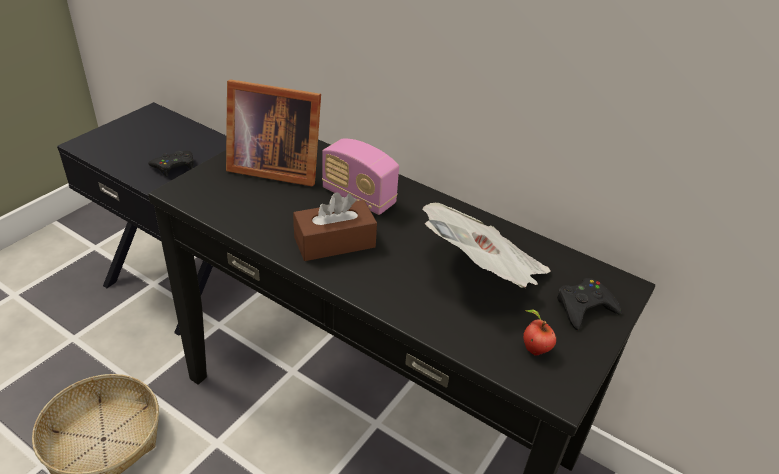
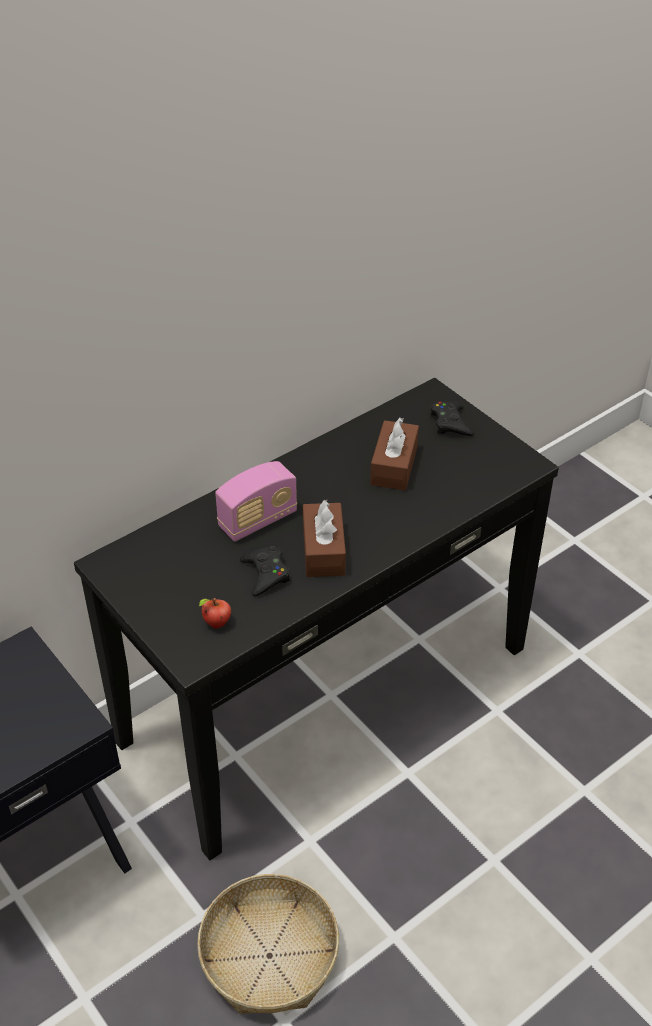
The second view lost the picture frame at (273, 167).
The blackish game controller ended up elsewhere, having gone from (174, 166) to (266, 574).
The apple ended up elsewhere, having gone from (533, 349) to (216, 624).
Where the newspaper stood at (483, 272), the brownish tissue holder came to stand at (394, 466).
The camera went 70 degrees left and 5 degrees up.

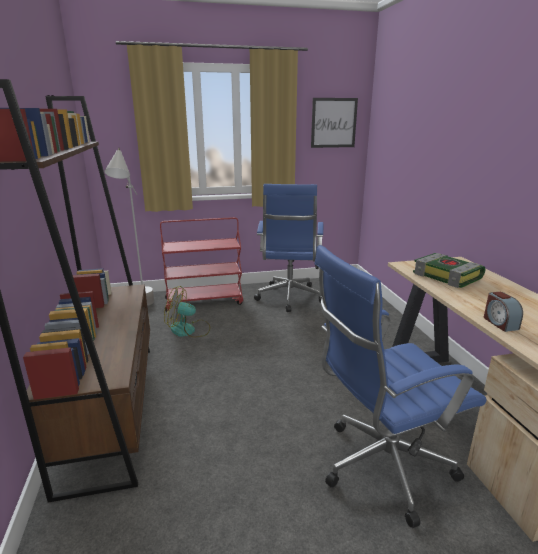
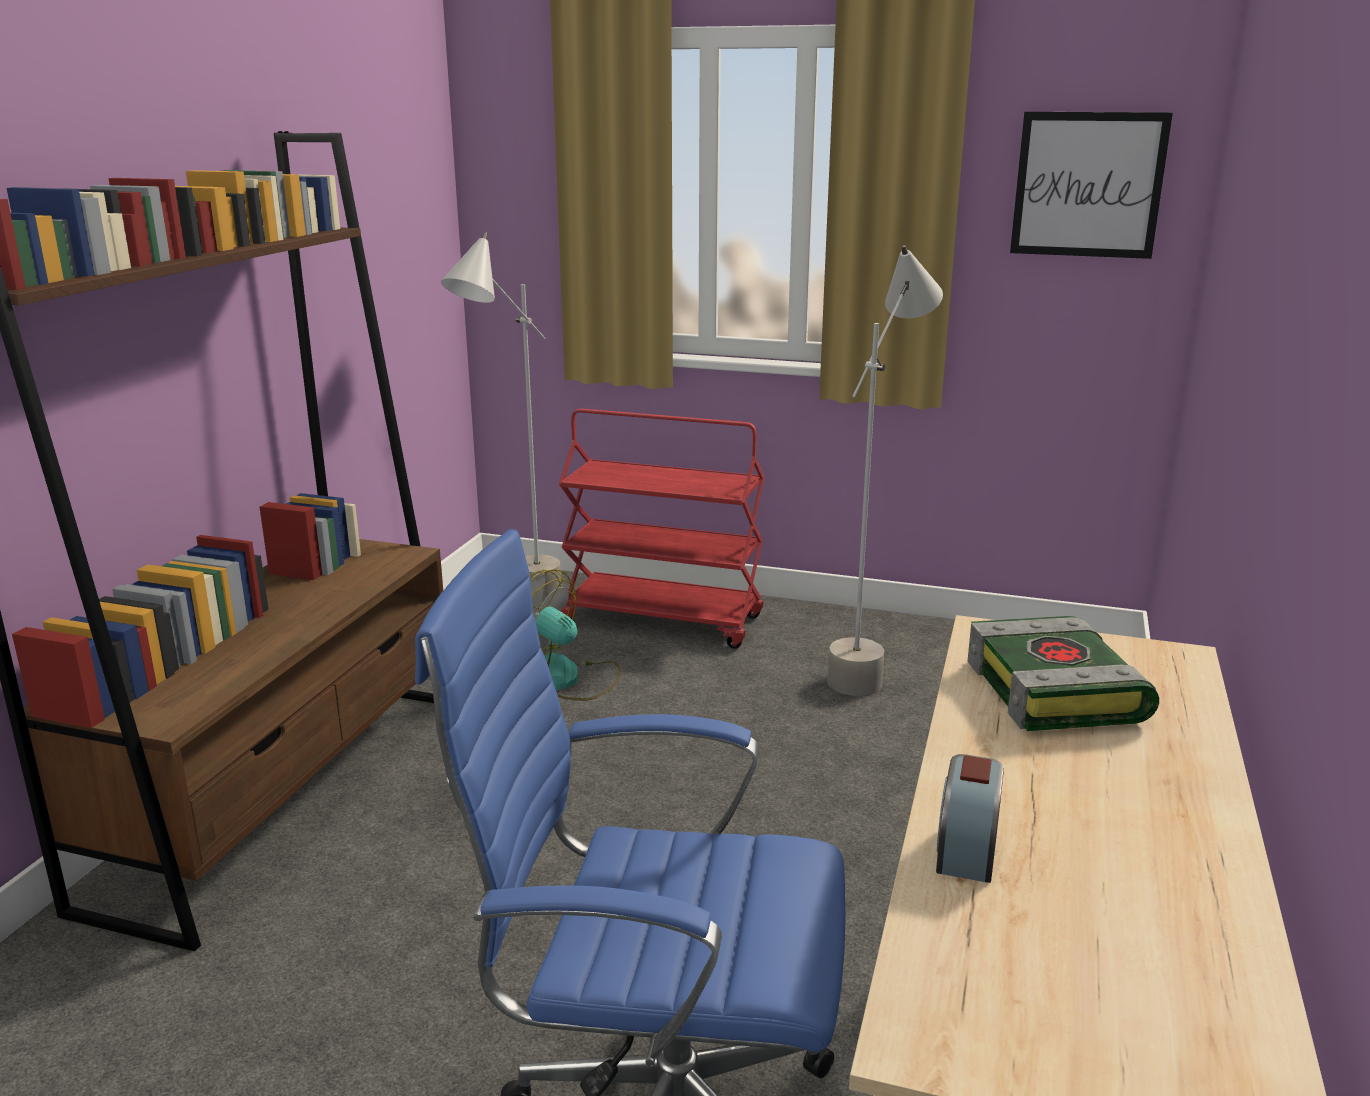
Where the bluish office chair stood at (289, 298), the grey standing lamp came to stand at (870, 664).
The camera went 30 degrees right and 0 degrees up.

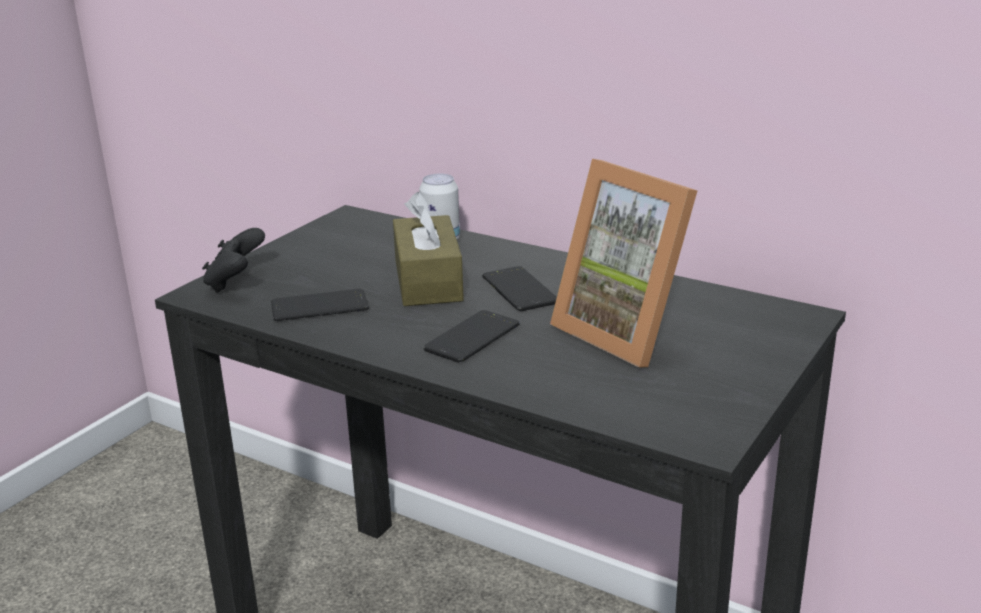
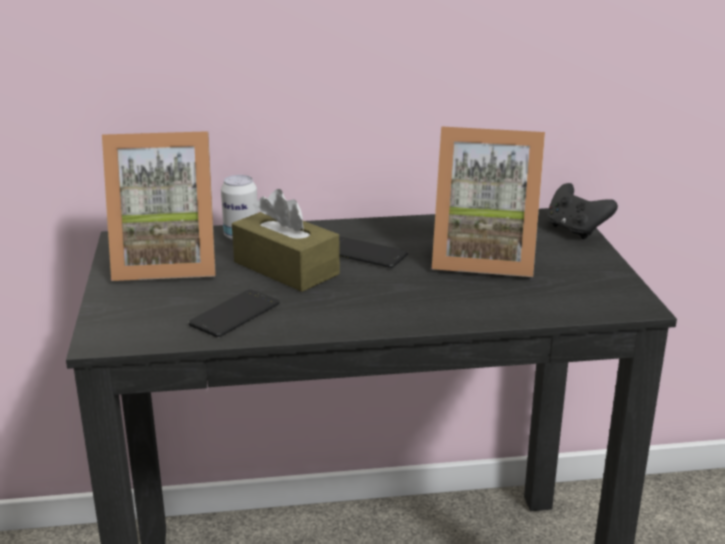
The second view lost the handset at (472, 337).
The second view gained the picture frame at (166, 263).
The blackish game controller ended up elsewhere, having gone from (235, 283) to (575, 230).
The camera went 40 degrees left and 0 degrees up.

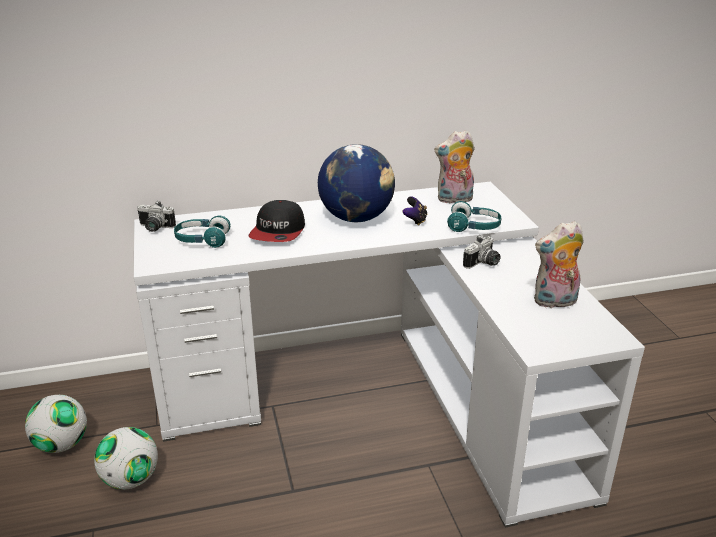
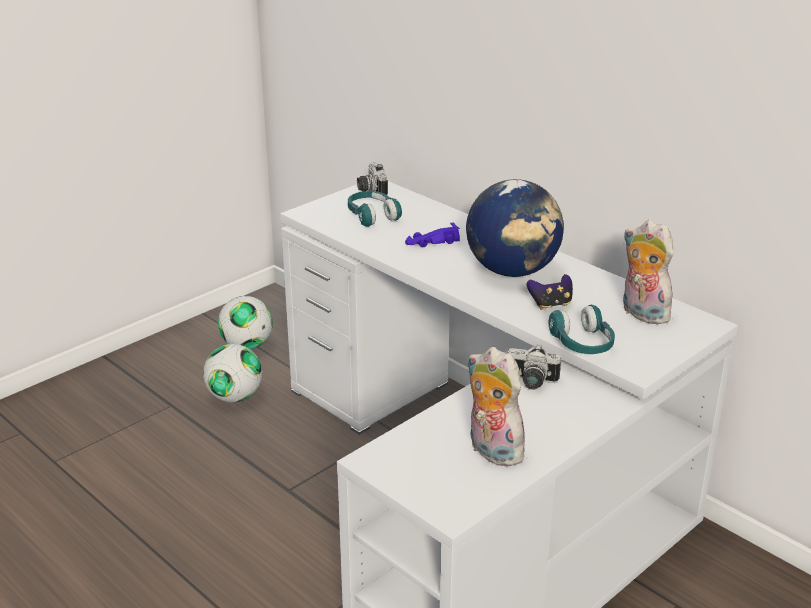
Where the baseball cap stood at (278, 232), the purple-coloured miniature car came to stand at (431, 243).
The camera went 60 degrees right and 0 degrees up.

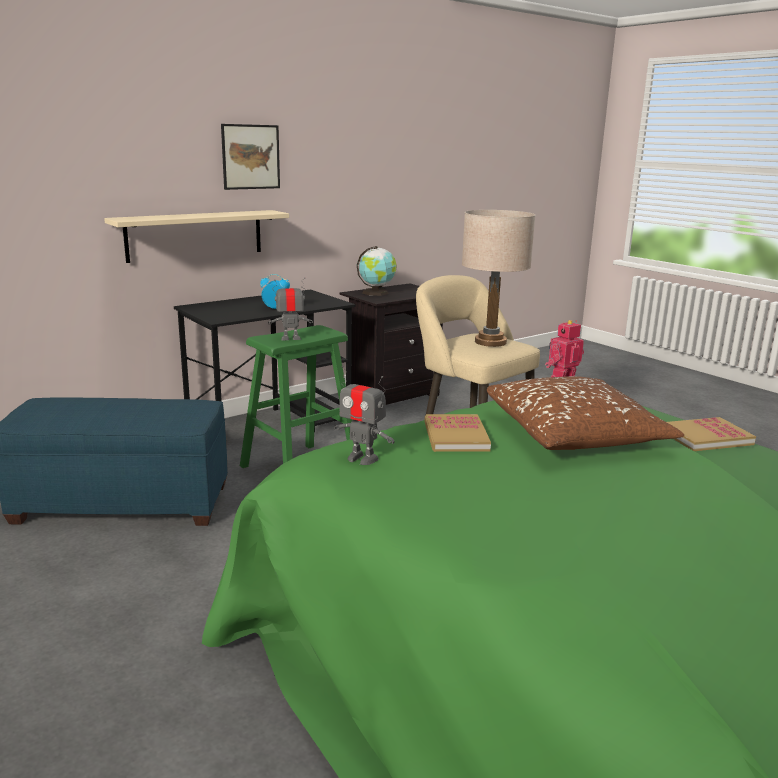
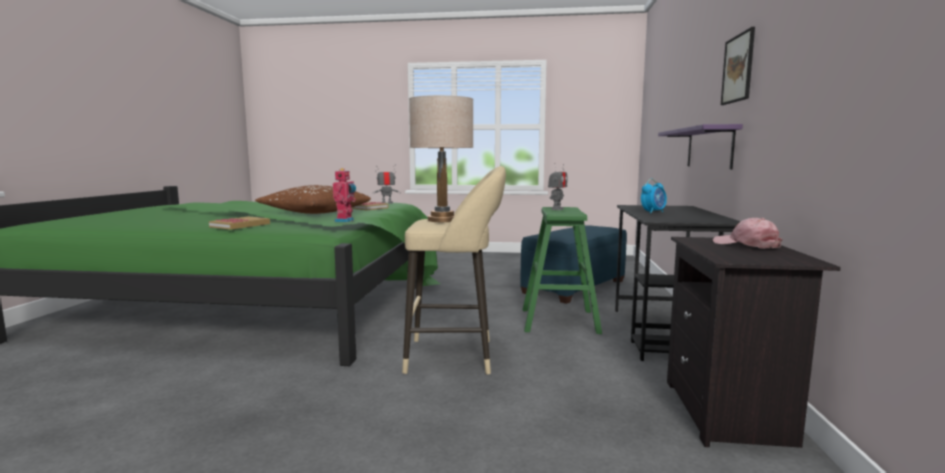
Where the world globe stood at (377, 292), the pinkish baseball cap came to stand at (746, 244).
What was the sand-coloured bracket shelf at (195, 235) turned into the purple-coloured bracket shelf at (709, 148).
The camera went 135 degrees right and 10 degrees down.

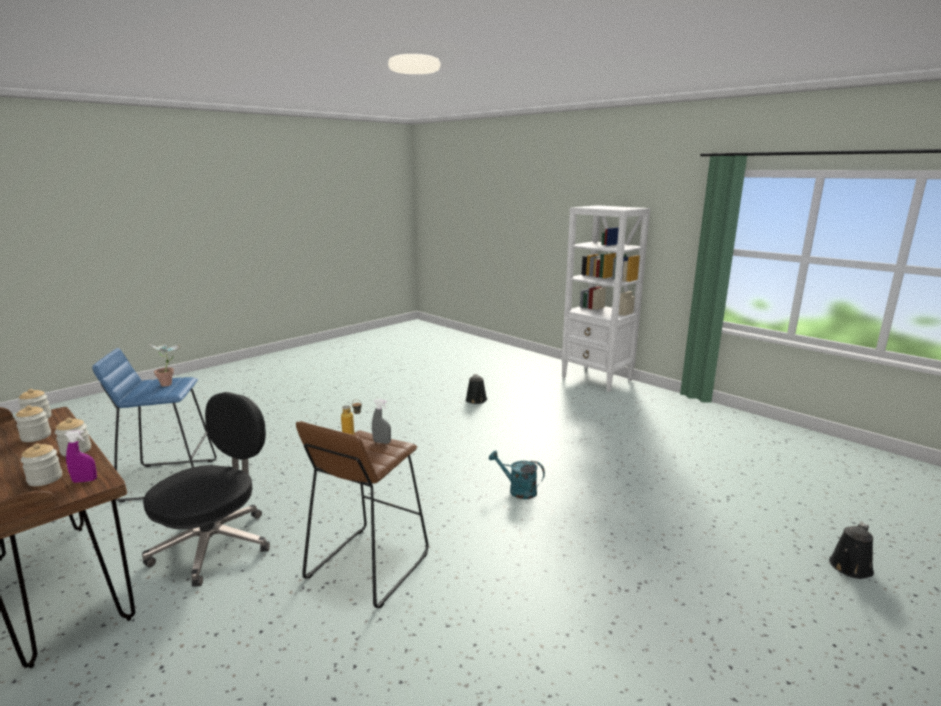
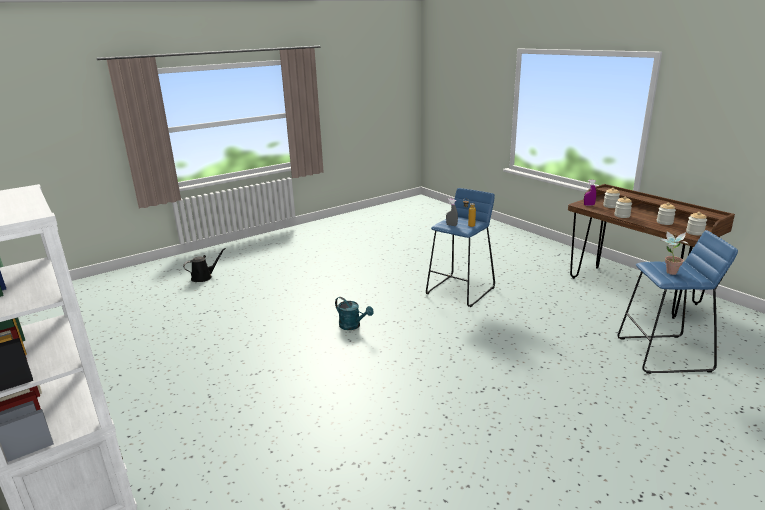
The second view lost the blackish office chair at (216, 544).
The second view lost the blackish sprinkling can at (476, 400).
What was the brownish sitting stool at (367, 566) turned into the bluish sitting stool at (461, 290).
The camera went 170 degrees left and 5 degrees up.

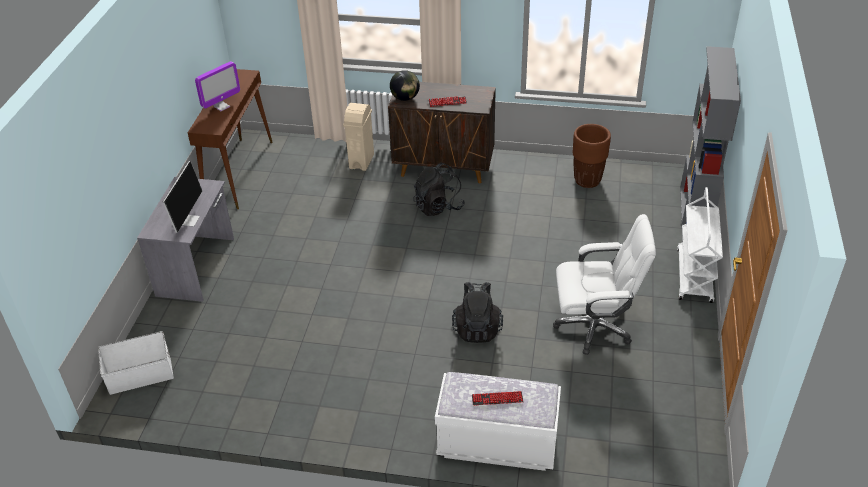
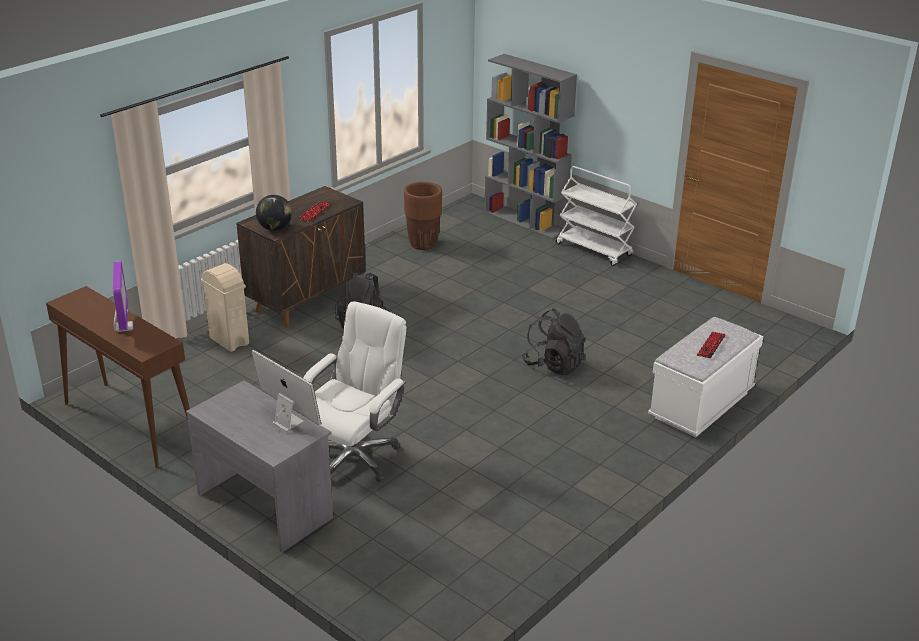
The second view lost the white-coloured storage container at (140, 375).
The white-coloured office chair ended up elsewhere, having gone from (595, 326) to (354, 457).
The camera went 60 degrees left and 10 degrees down.

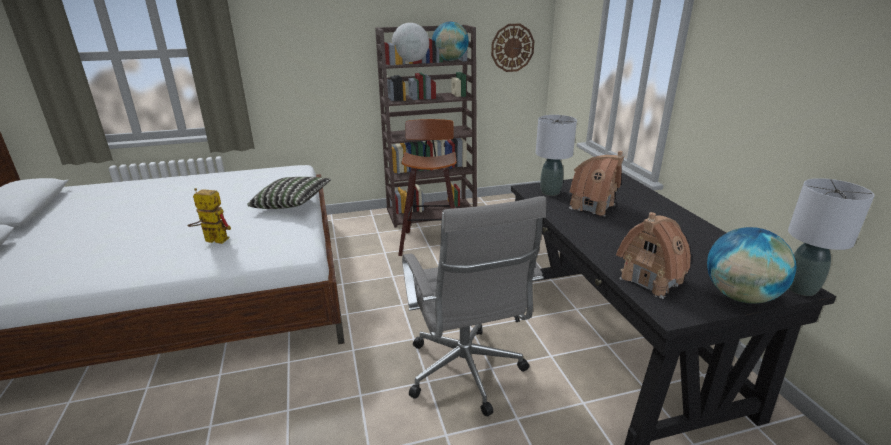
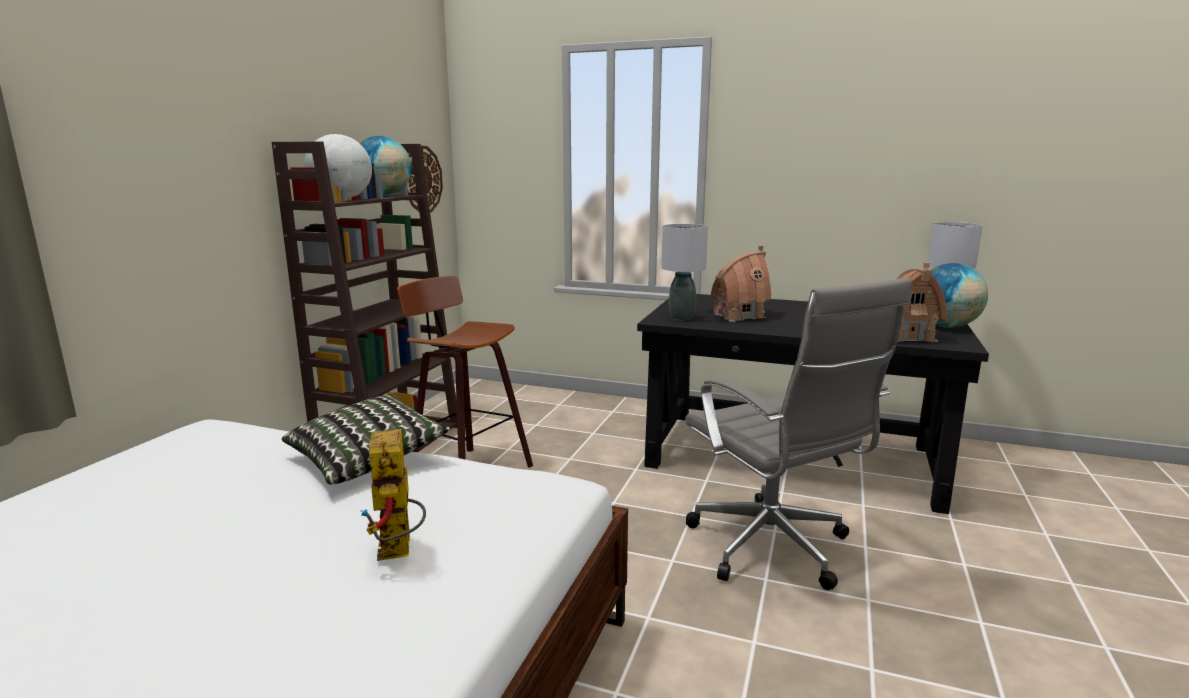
The robot figure at (211, 240) ended up facing another way, 60 degrees counterclockwise from before.
The grey office chair at (466, 374) ended up facing another way, 45 degrees clockwise from before.
The camera went 55 degrees left and 10 degrees down.

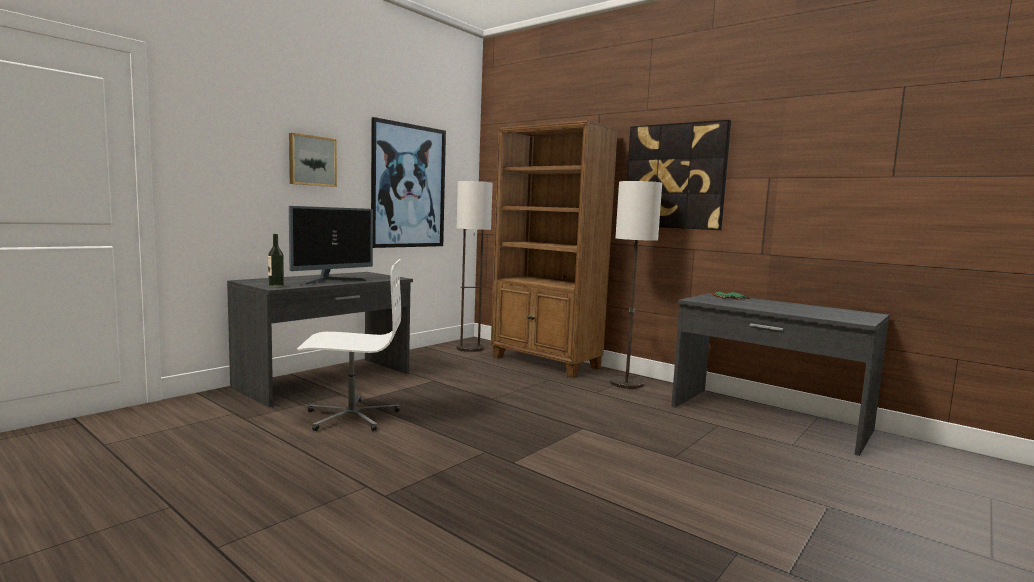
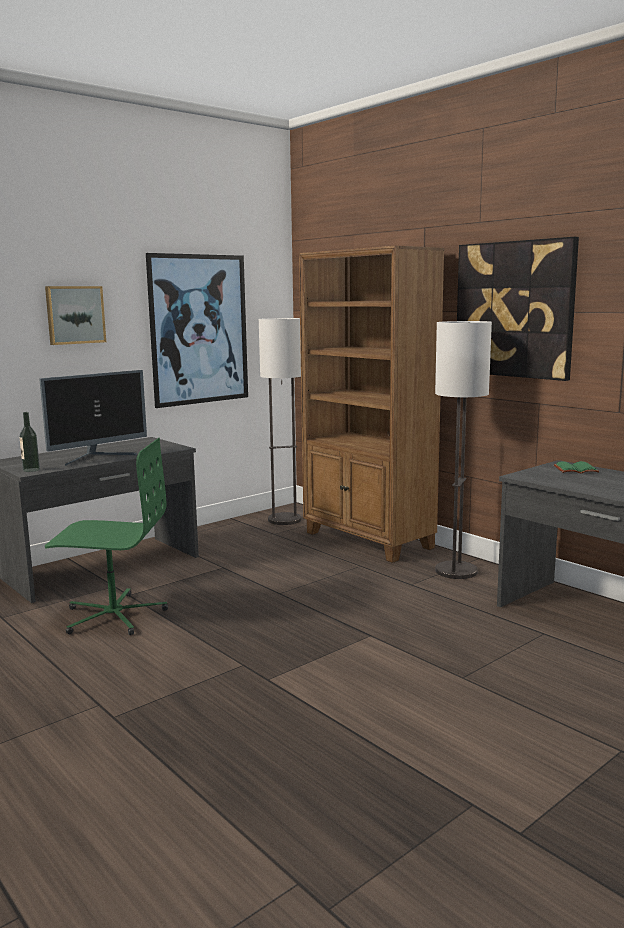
What was the white-coloured office chair at (351, 416) turned into the green-coloured office chair at (113, 615).
The camera went 10 degrees right and 5 degrees up.

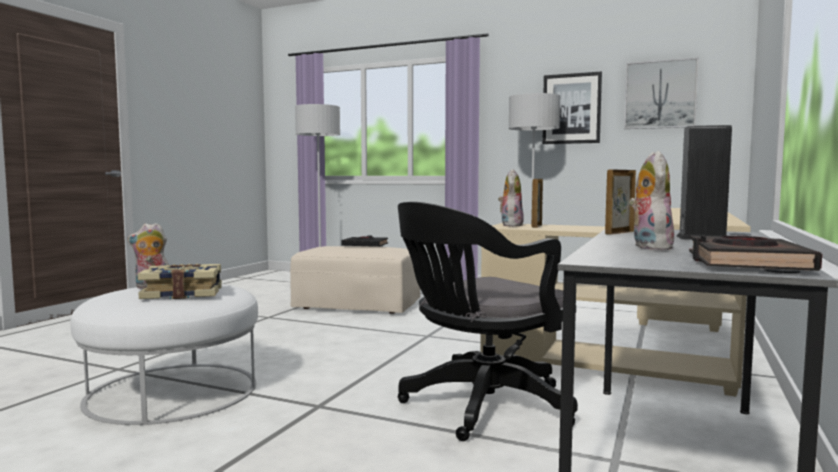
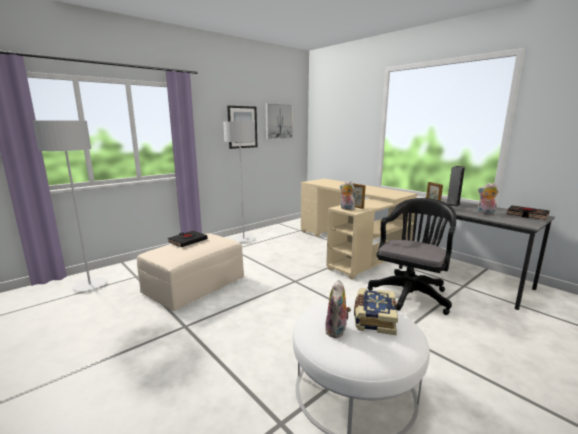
The blackish office chair at (480, 407) ended up facing another way, 135 degrees counterclockwise from before.
The camera went 65 degrees left and 10 degrees up.

